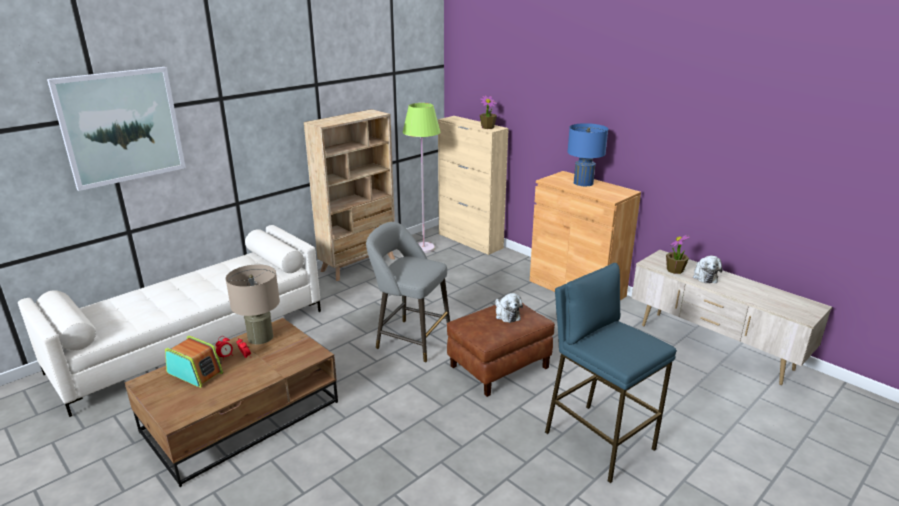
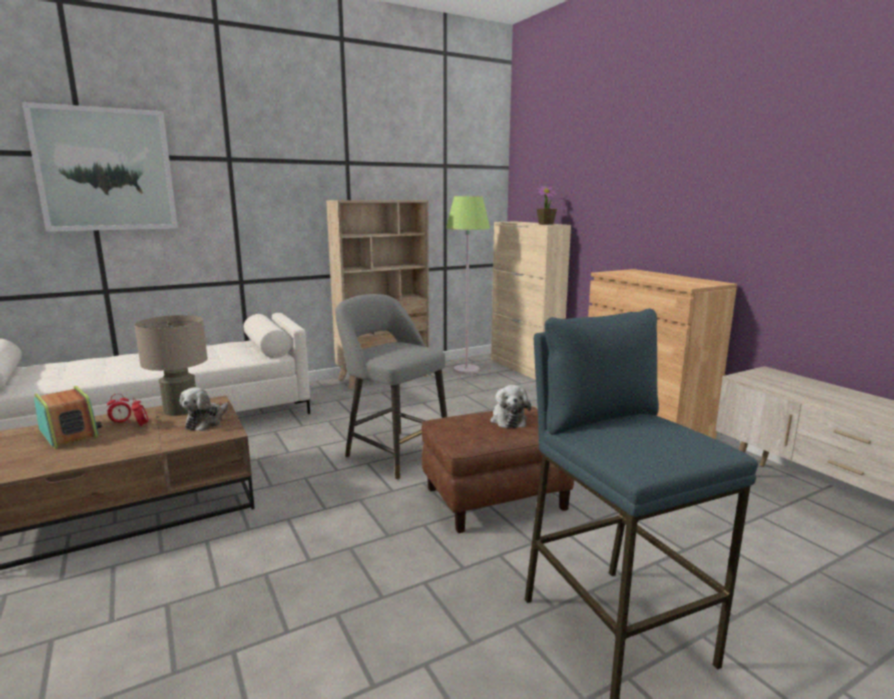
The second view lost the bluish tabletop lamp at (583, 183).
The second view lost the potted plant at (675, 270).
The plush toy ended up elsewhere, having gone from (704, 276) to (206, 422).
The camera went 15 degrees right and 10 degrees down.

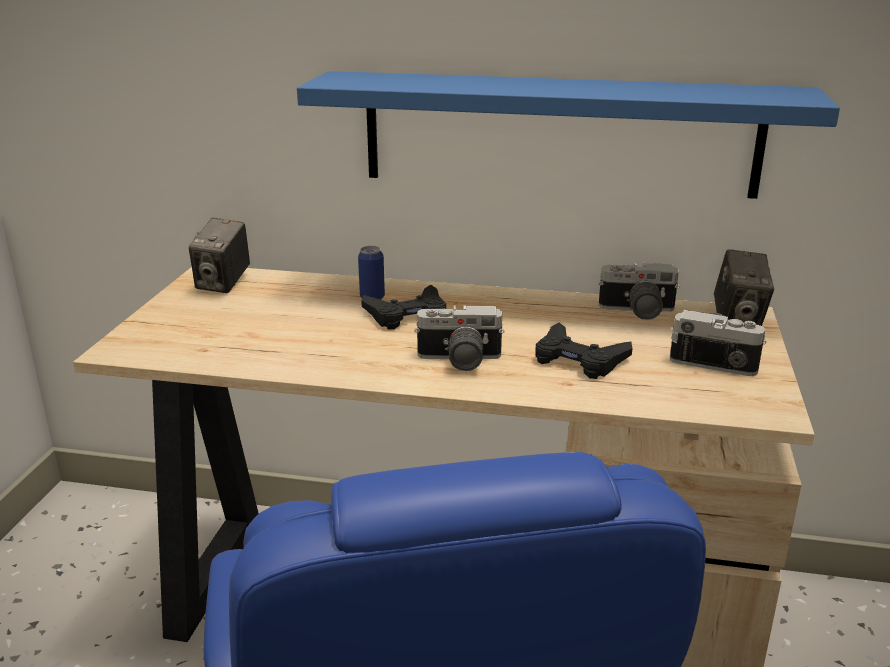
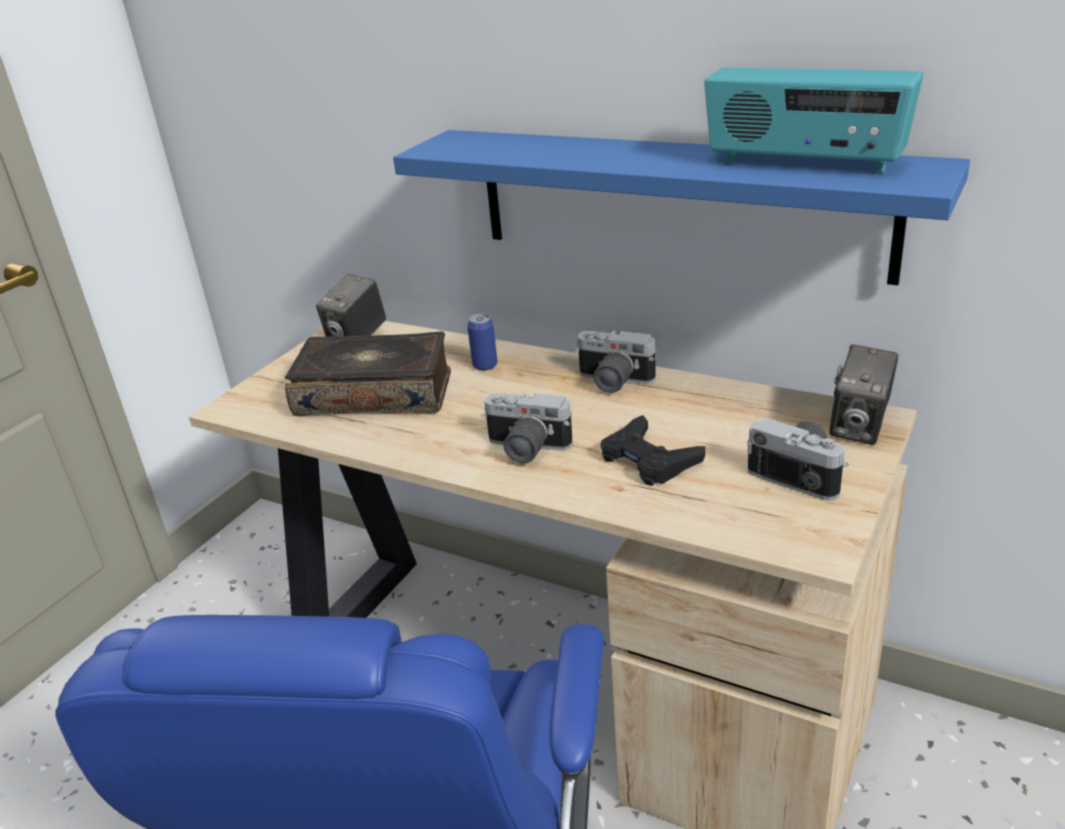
The second view lost the blackish game controller at (407, 315).
The second view gained the volume at (375, 392).
The second view gained the radio receiver at (804, 164).
The still camera ended up elsewhere, having gone from (637, 312) to (612, 382).
The camera went 20 degrees right and 5 degrees up.

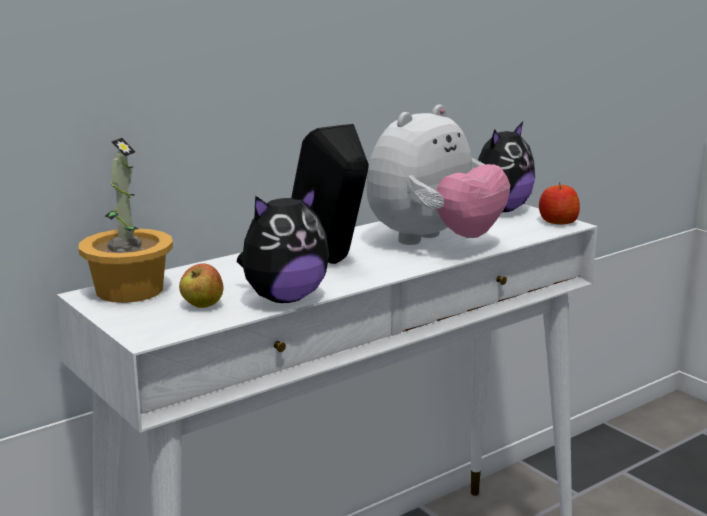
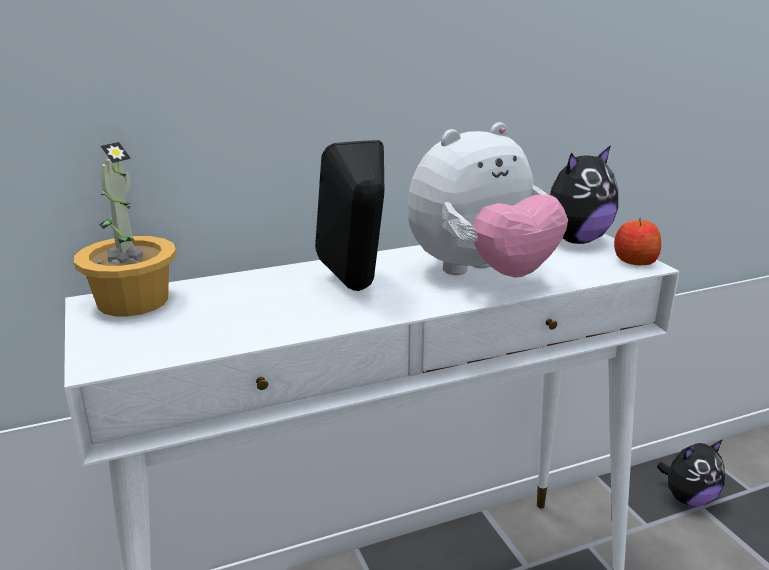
The second view lost the apple at (202, 305).
The plush toy ended up elsewhere, having gone from (284, 298) to (688, 498).
The camera went 15 degrees right and 5 degrees up.

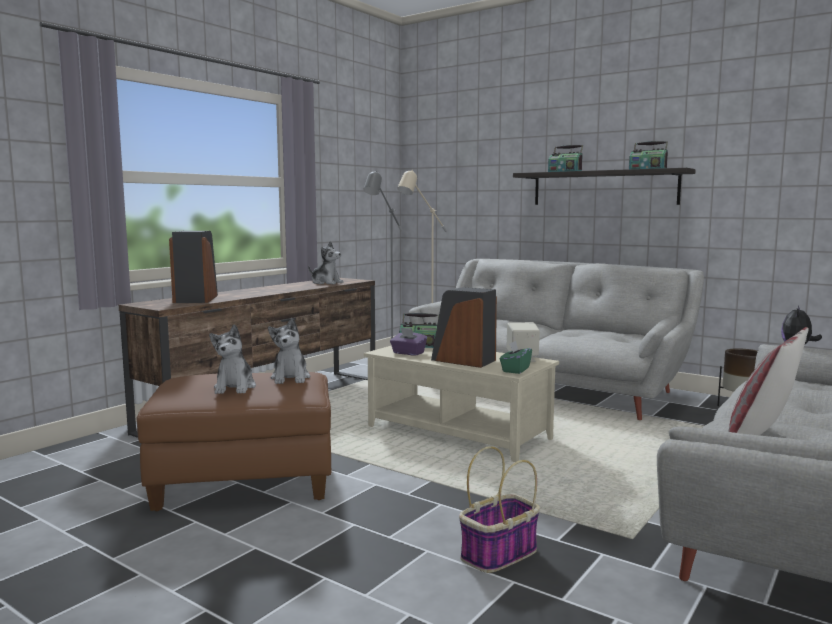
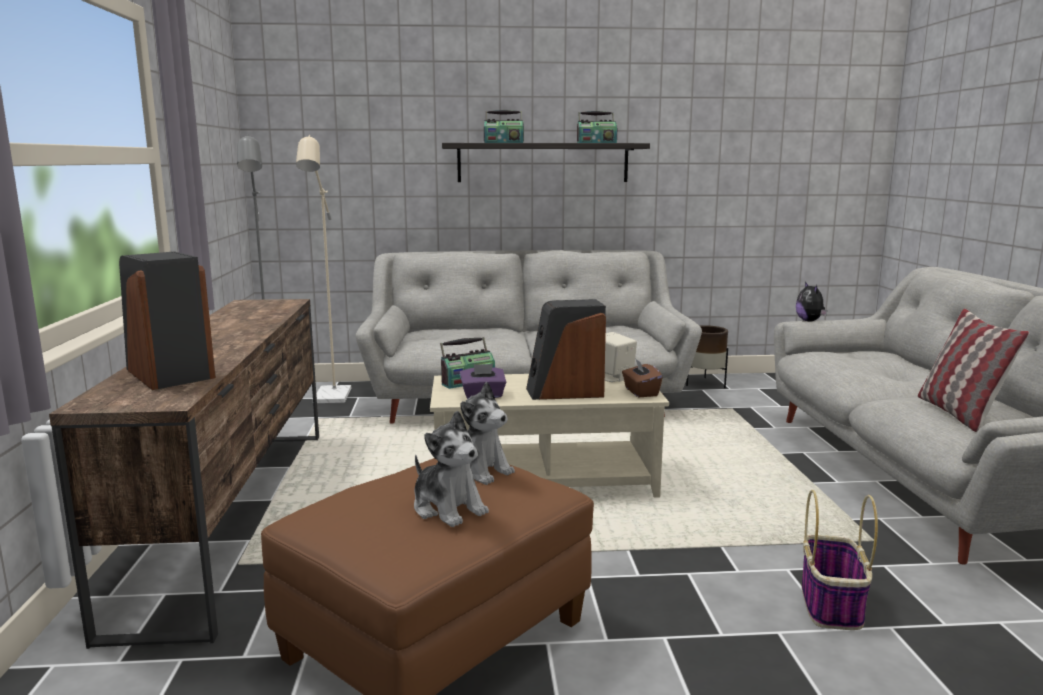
The second view lost the plush toy at (326, 283).
What was the green-coloured tissue holder at (515, 370) turned into the brownish tissue holder at (640, 392).
The camera went 40 degrees left and 5 degrees up.

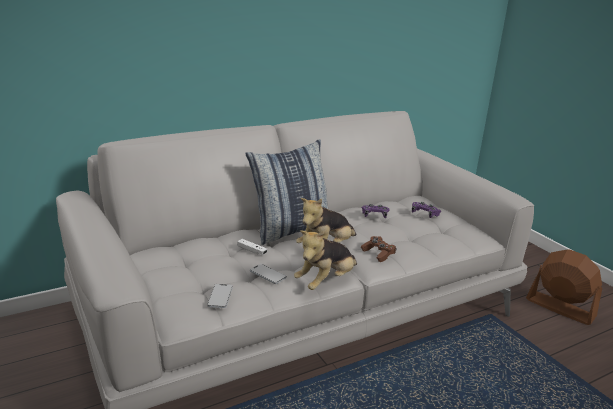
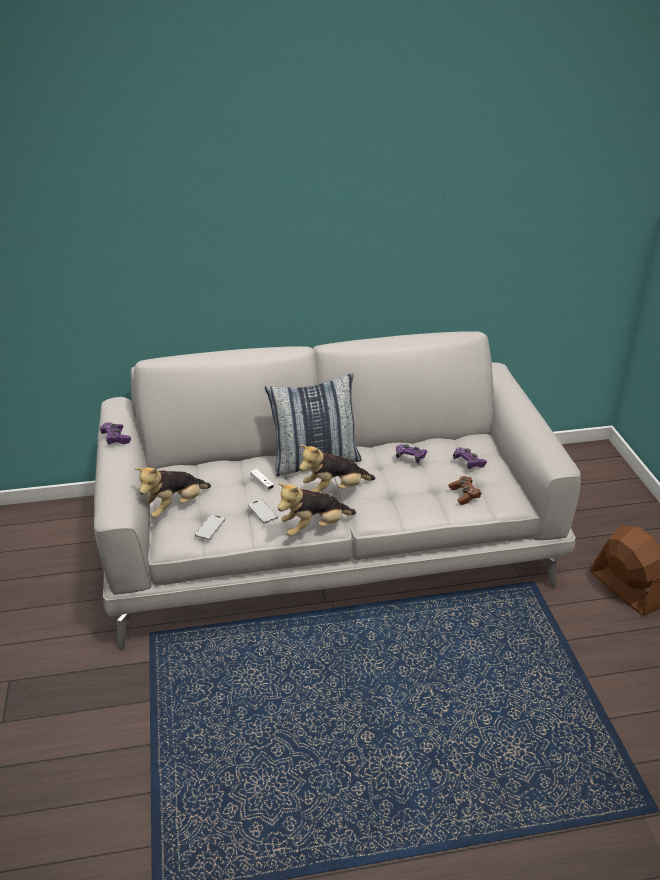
The second view gained the purple-coloured game controller at (116, 438).
The second view gained the plush toy at (175, 507).
The brownish game controller ended up elsewhere, having gone from (378, 254) to (464, 495).
The camera went 20 degrees right and 10 degrees up.

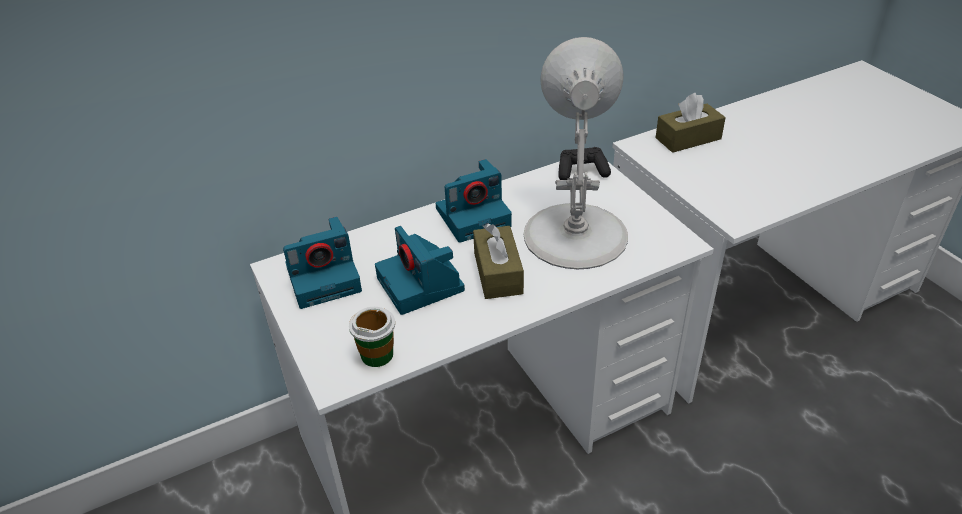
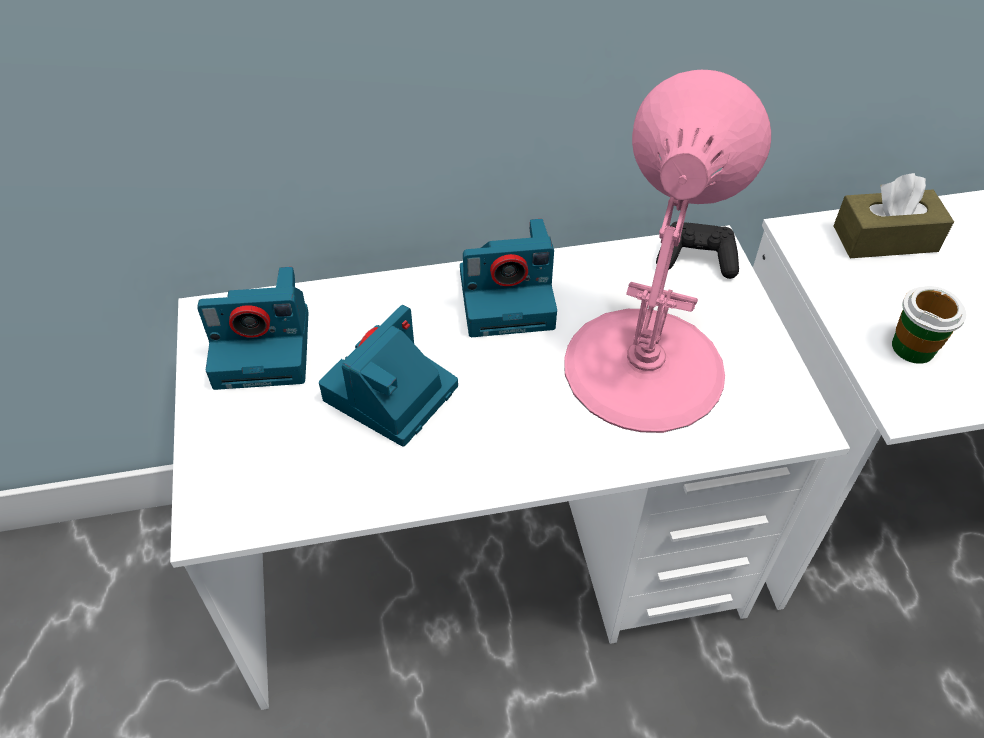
The second view lost the brownish tissue holder at (498, 273).
The cup ended up elsewhere, having gone from (377, 354) to (913, 347).
What was the white-coloured tabletop lamp at (575, 233) turned into the pinkish tabletop lamp at (644, 364).
The still camera at (422, 285) ended up facing another way, 45 degrees clockwise from before.
The camera went 15 degrees right and 10 degrees up.

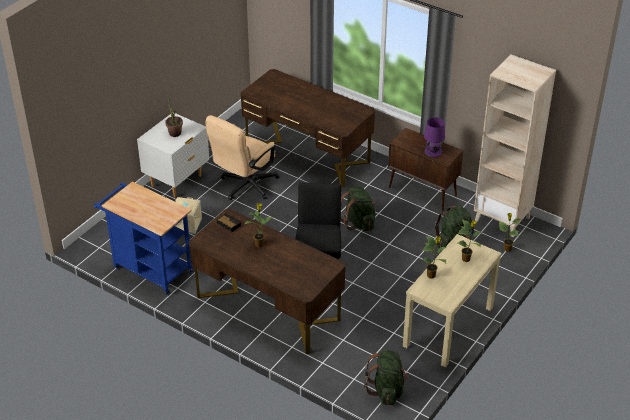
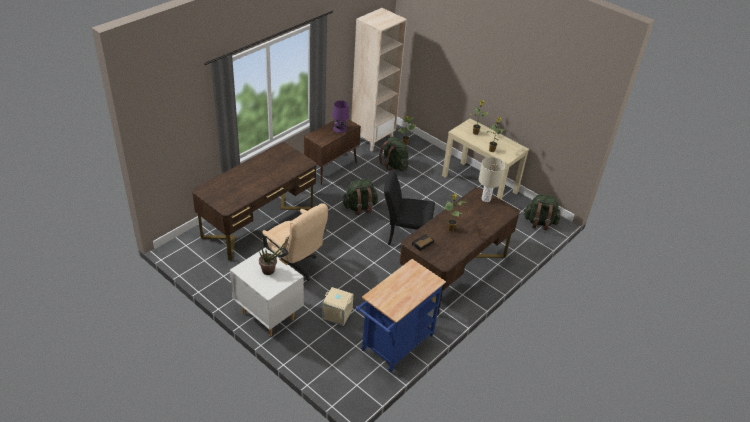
The second view gained the sand-coloured tabletop lamp at (486, 199).
The camera went 85 degrees left and 0 degrees up.

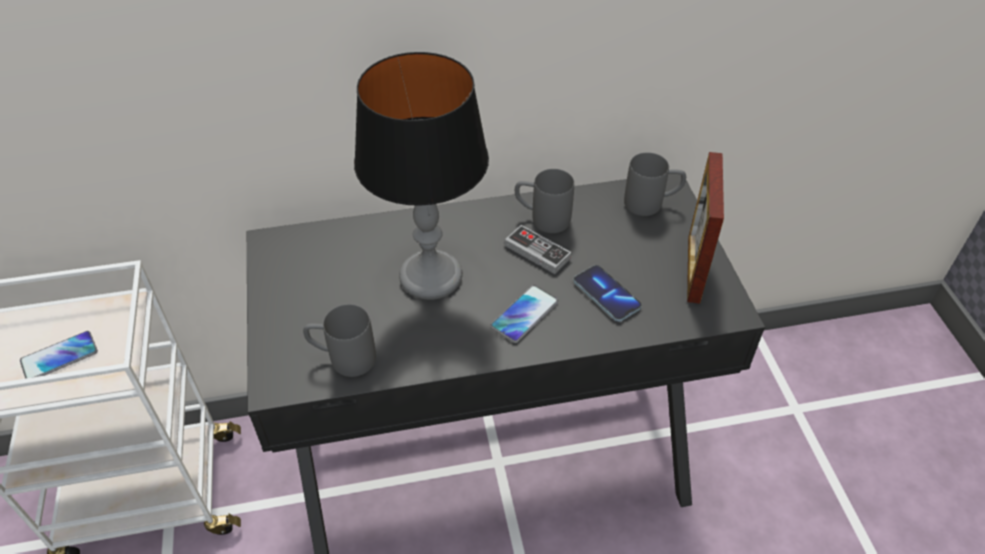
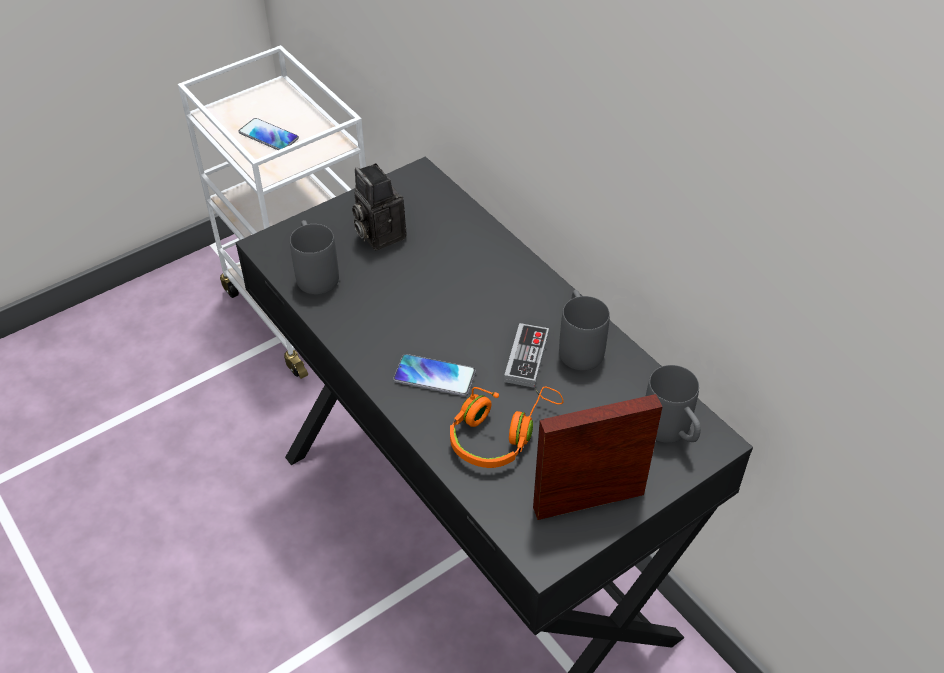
The second view lost the tabletop lamp at (431, 277).
The second view gained the still camera at (378, 234).
Where the handset stood at (606, 294), the orangey headset came to stand at (500, 433).
The camera went 65 degrees right and 0 degrees up.

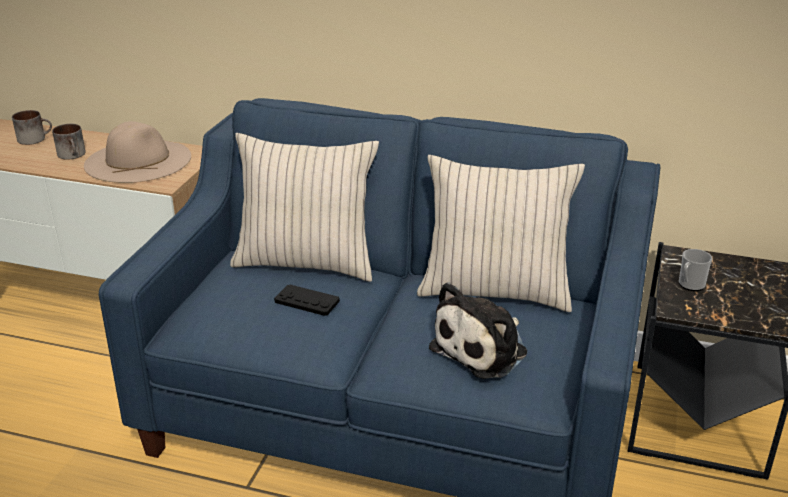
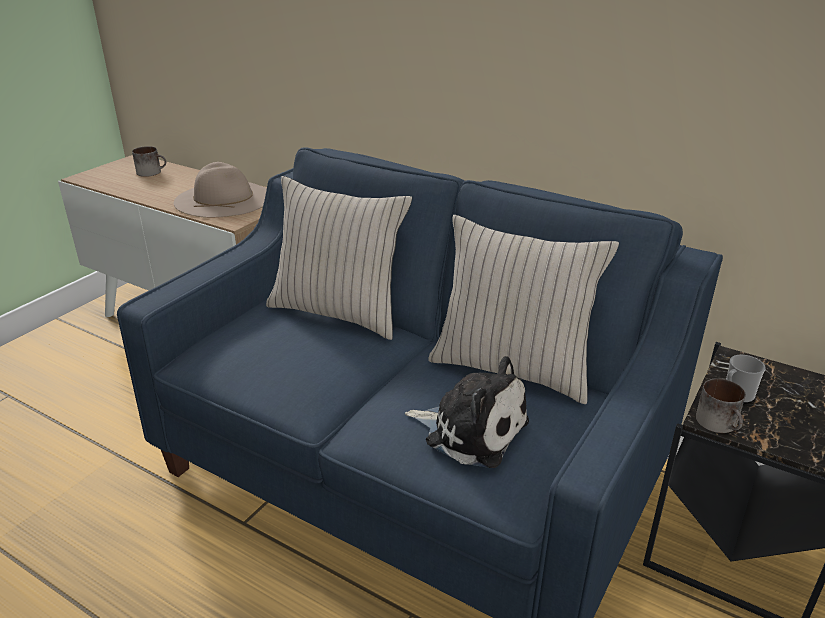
The second view lost the blackish game controller at (307, 301).
The tea mug ended up elsewhere, having gone from (73, 155) to (720, 424).
The plush toy at (483, 349) ended up facing another way, 120 degrees counterclockwise from before.
The camera went 15 degrees right and 0 degrees up.

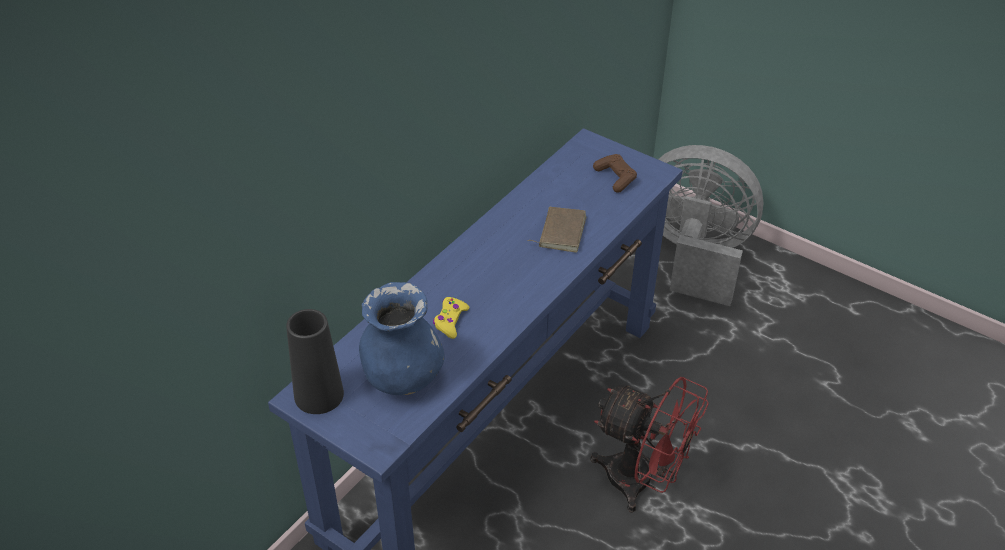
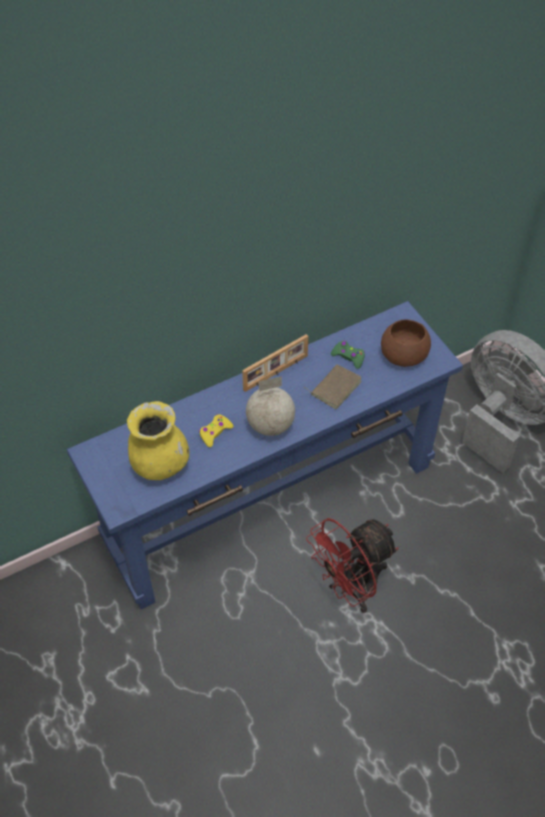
The second view lost the blackish decorative vase at (319, 395).
The second view gained the picture frame at (276, 373).
The second view gained the world globe at (271, 425).
The second view gained the green-coloured game controller at (348, 357).
Where the brownish game controller stood at (615, 178), the brownish deep dish came to stand at (405, 354).
What was the bluish decorative vase at (402, 377) turned into the yellow decorative vase at (159, 463).
The red-coloured electric fan at (641, 482) ended up facing another way, 90 degrees clockwise from before.
The camera went 25 degrees right and 10 degrees up.

